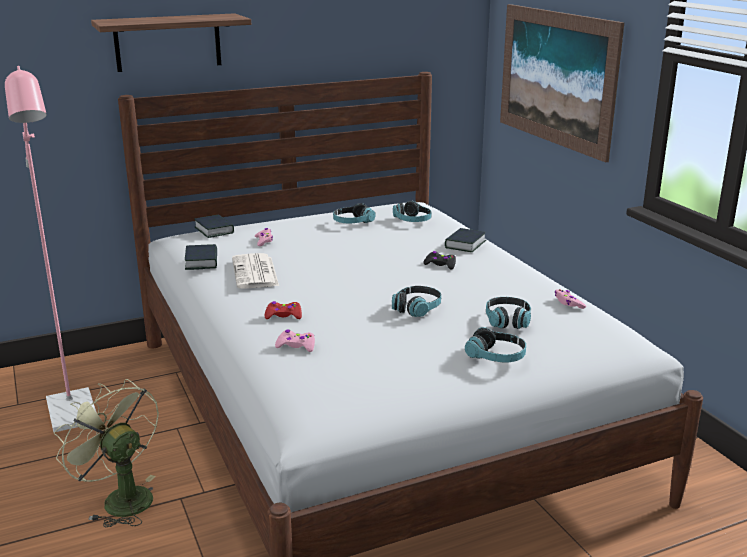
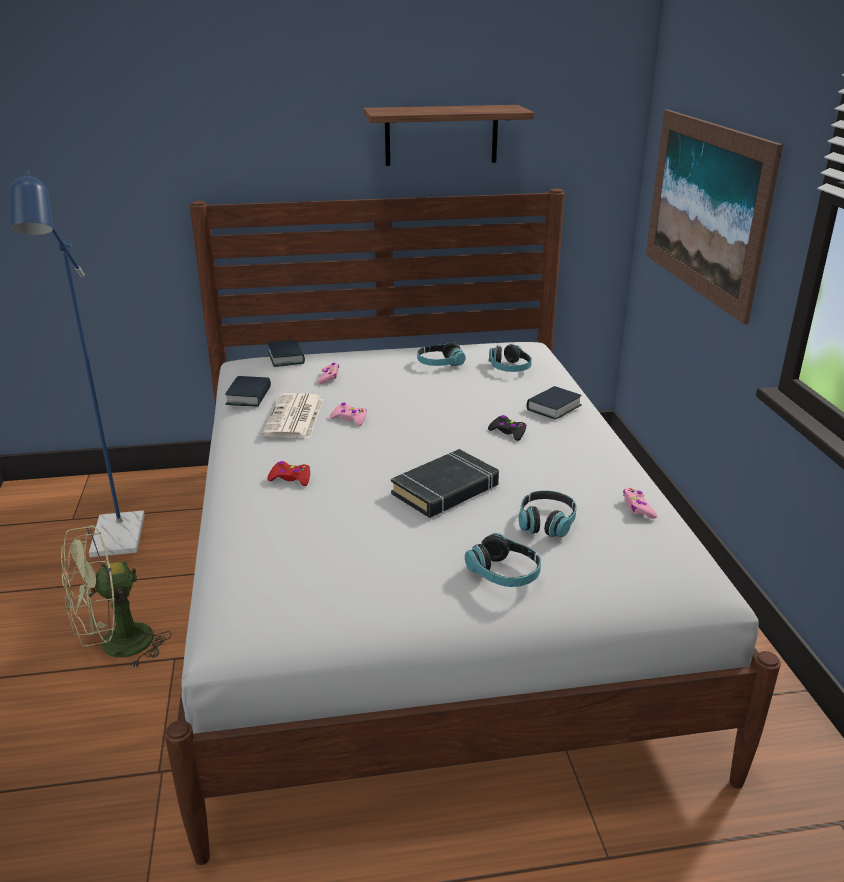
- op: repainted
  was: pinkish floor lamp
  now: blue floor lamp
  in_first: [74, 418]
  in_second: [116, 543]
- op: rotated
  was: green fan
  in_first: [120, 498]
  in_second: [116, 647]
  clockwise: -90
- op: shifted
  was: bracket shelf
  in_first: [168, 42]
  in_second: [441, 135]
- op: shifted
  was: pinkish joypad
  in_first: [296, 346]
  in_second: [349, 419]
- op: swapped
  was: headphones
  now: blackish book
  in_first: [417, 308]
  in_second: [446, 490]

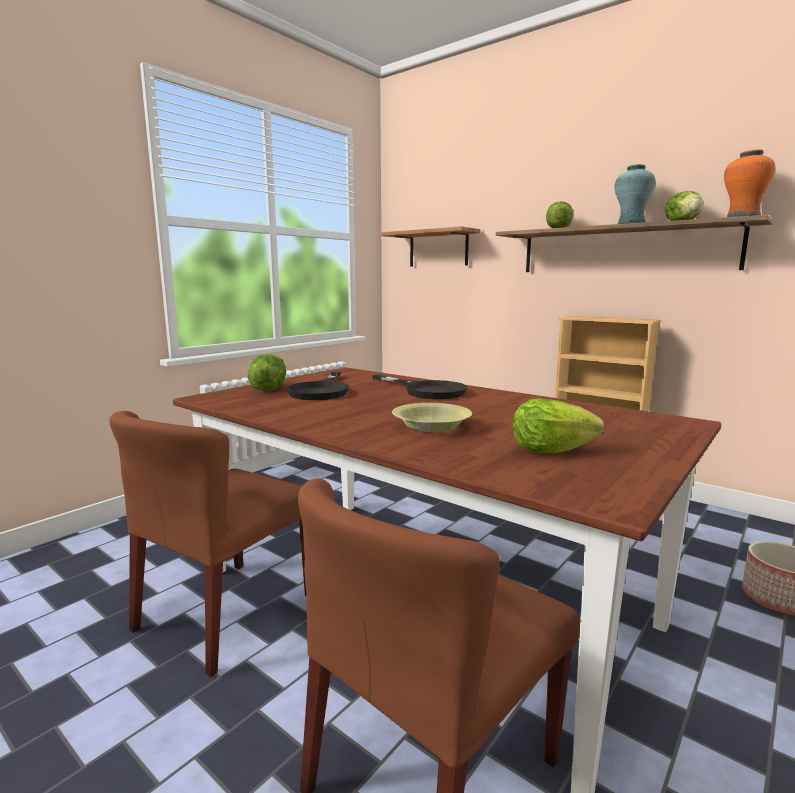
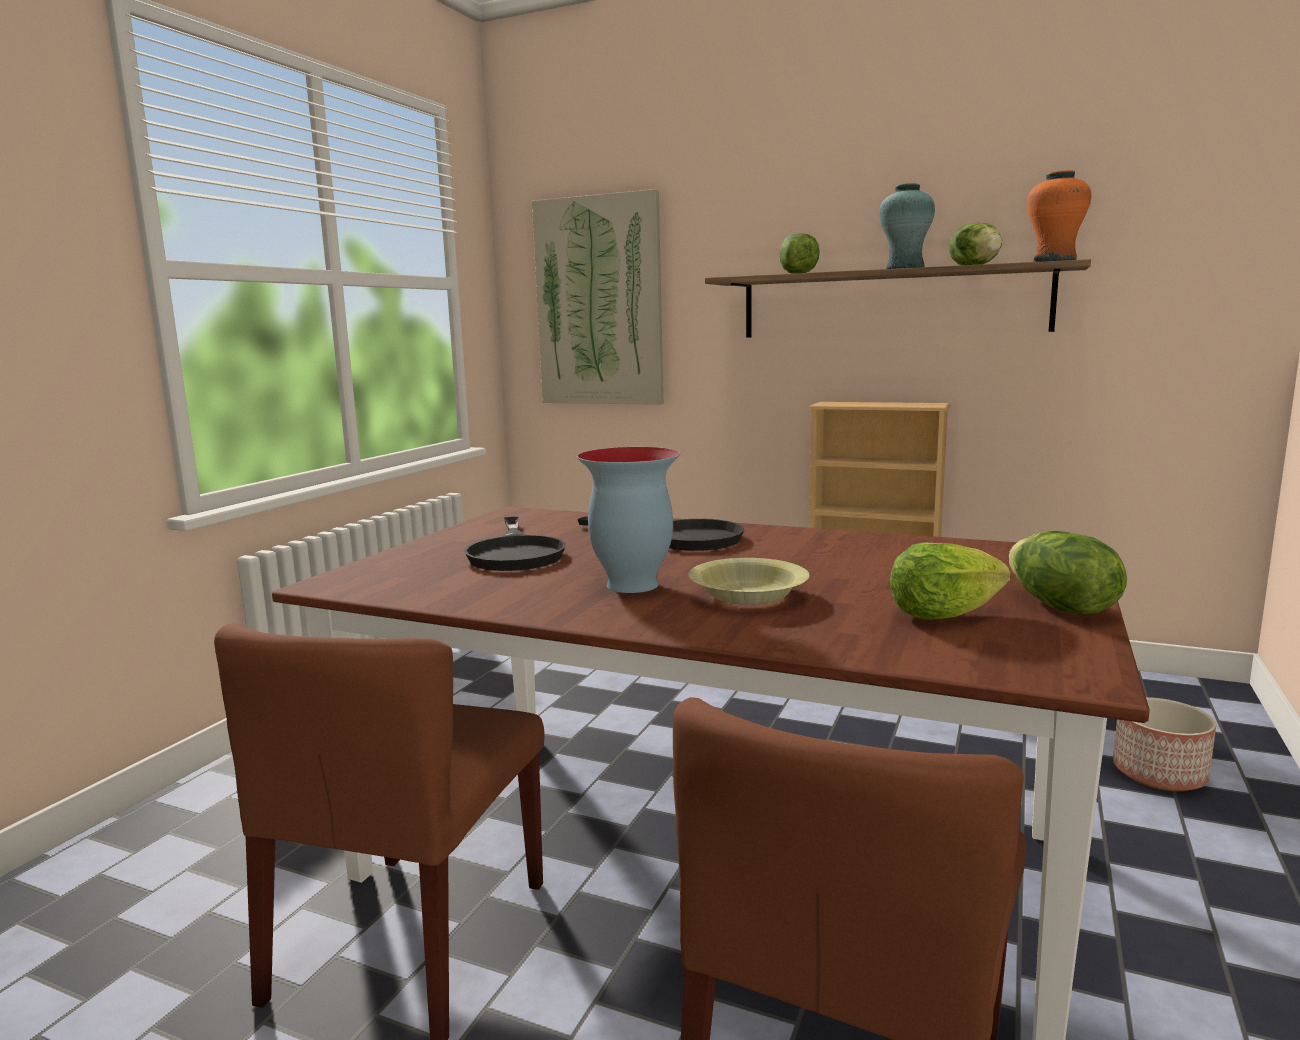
- op: shifted
  was: lettuce
  in_first: [268, 389]
  in_second: [1059, 606]
- op: swapped
  was: bracket shelf
  now: picture
  in_first: [438, 249]
  in_second: [599, 302]
- op: new
  now: vase
  in_second: [630, 585]

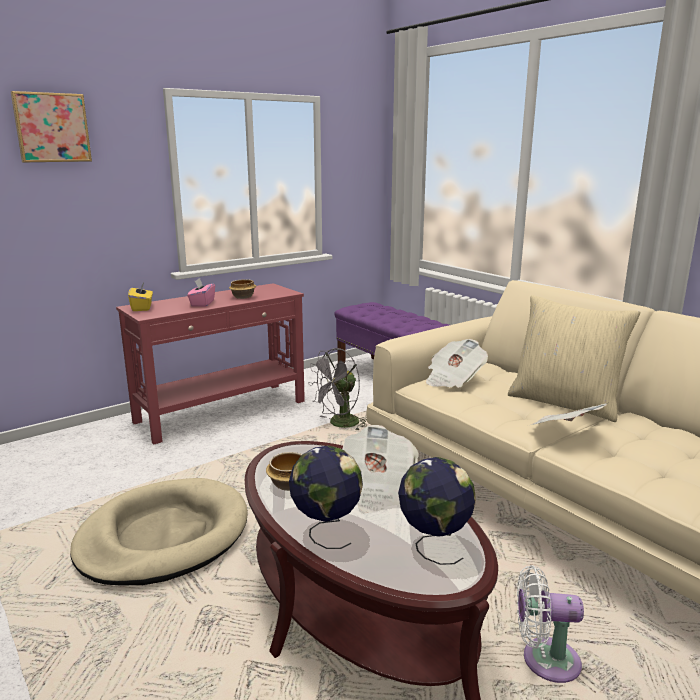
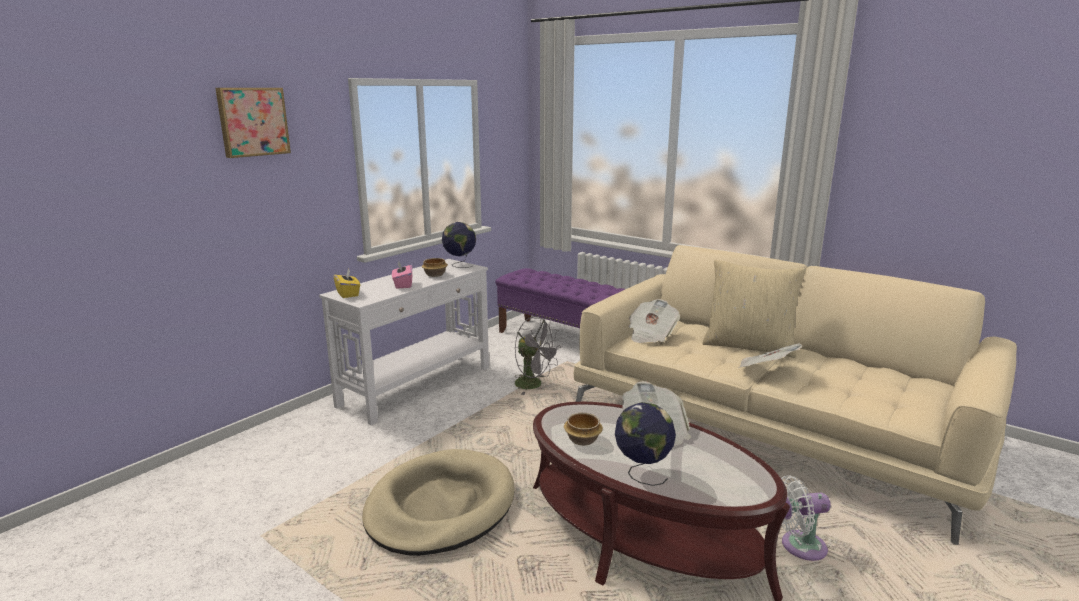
- op: repainted
  was: red console table
  now: white console table
  in_first: [223, 411]
  in_second: [417, 386]
- op: rotated
  was: grey fan
  in_first: [339, 424]
  in_second: [534, 385]
  clockwise: -90
- op: shifted
  was: world globe
  in_first: [433, 546]
  in_second: [460, 264]

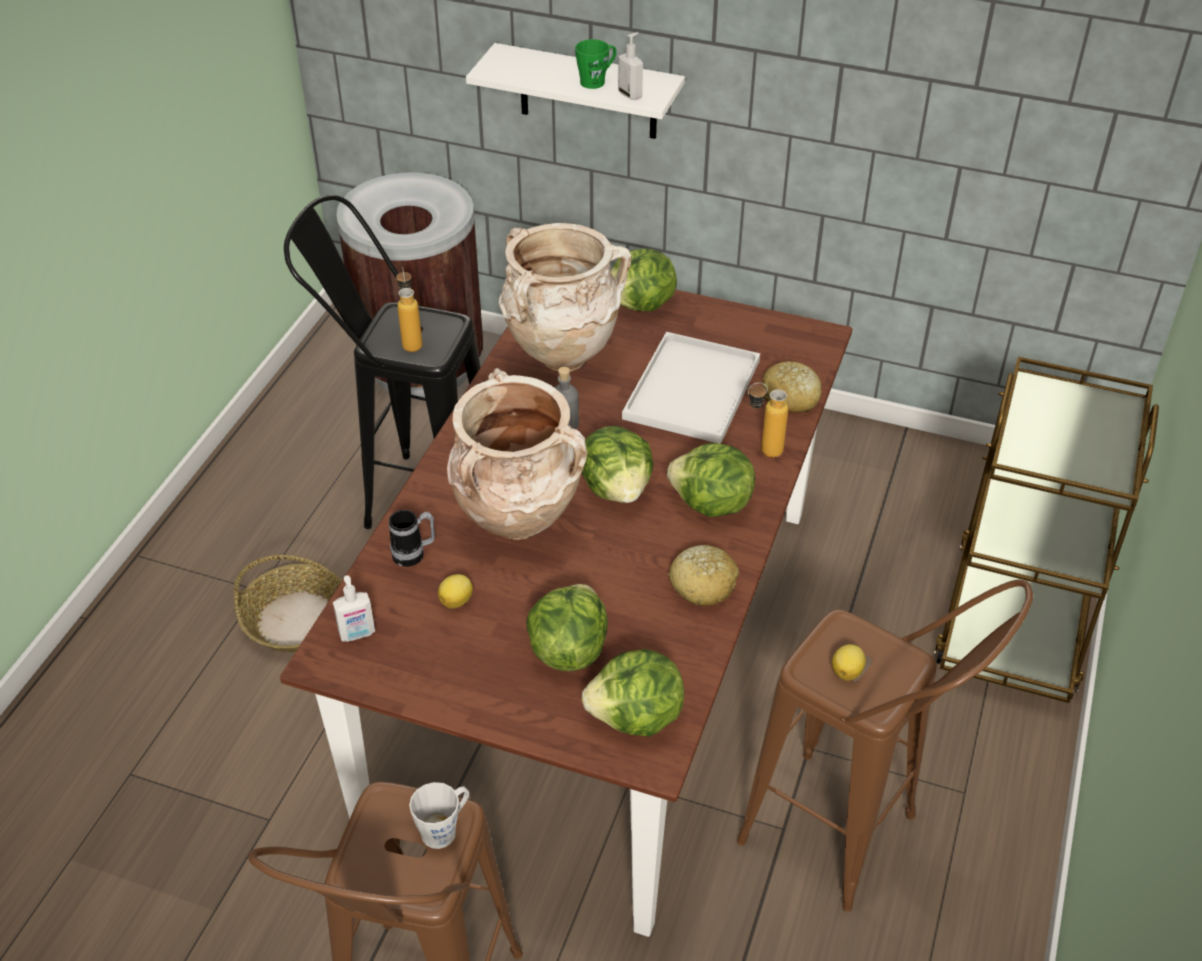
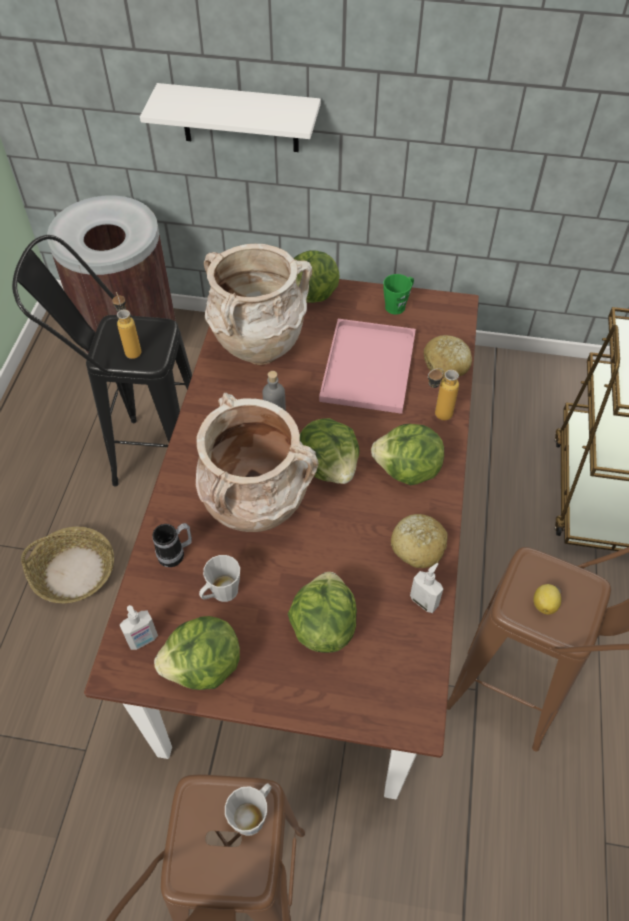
- op: swapped
  was: whole lemon
  now: grey mug
  in_first: [457, 601]
  in_second: [221, 593]
- op: shifted
  was: green mug
  in_first: [596, 81]
  in_second: [398, 305]
- op: shifted
  was: lettuce
  in_first: [636, 718]
  in_second: [204, 667]
- op: shifted
  was: soap bottle
  in_first: [630, 94]
  in_second: [424, 601]
- op: repainted
  was: white tray
  now: pinkish tray
  in_first: [691, 387]
  in_second: [367, 365]

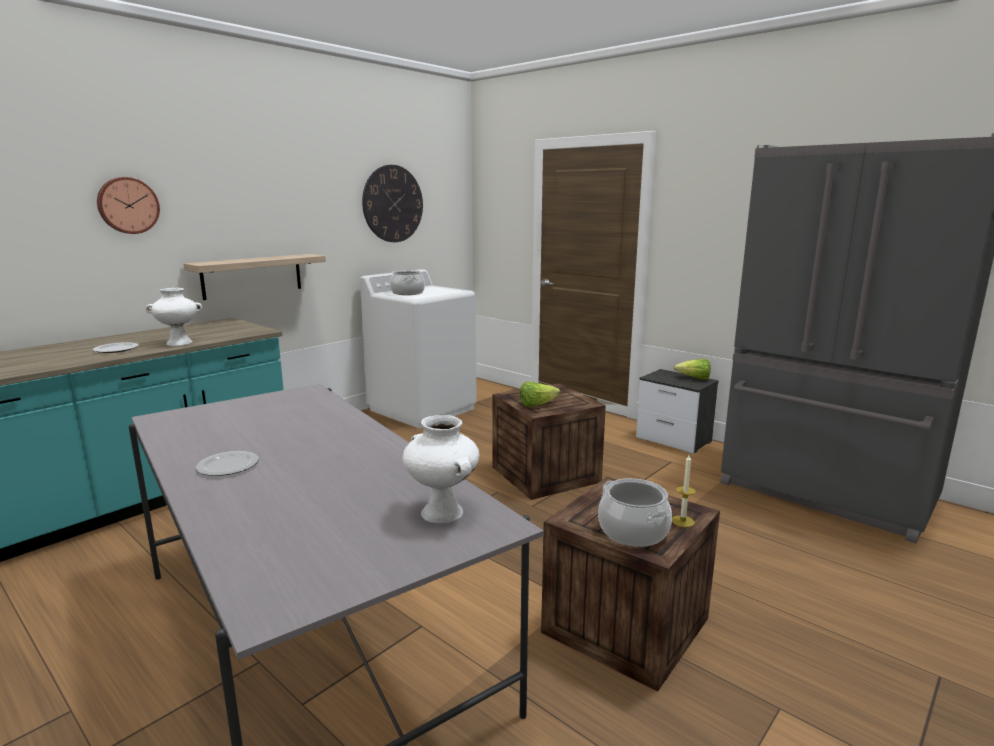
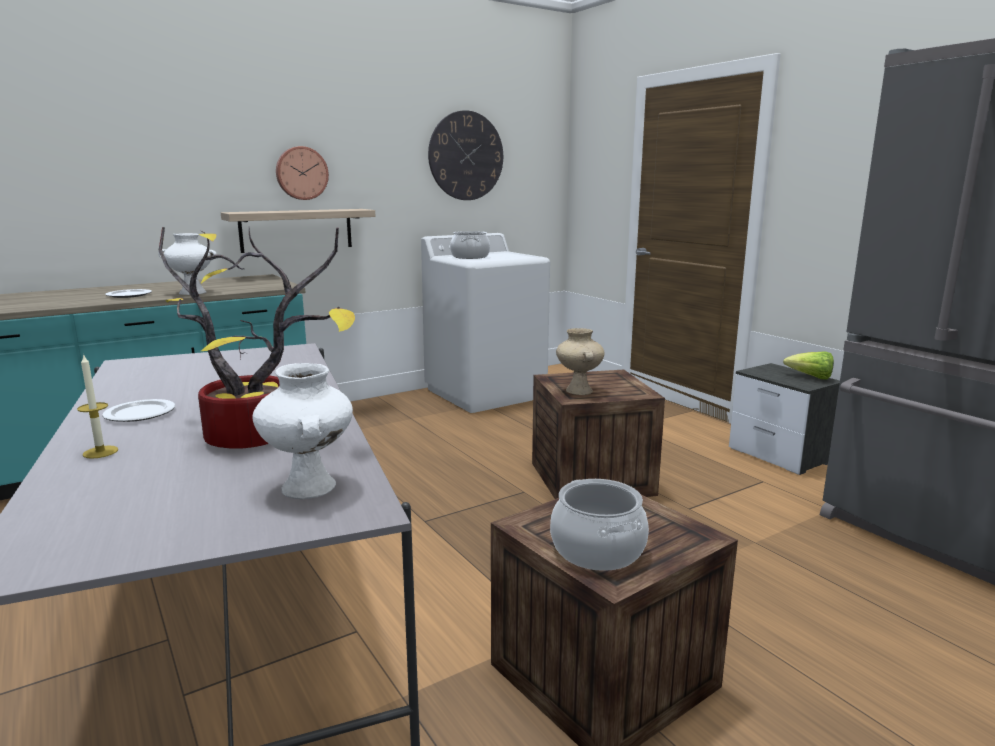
- op: shifted
  was: wall clock
  in_first: [128, 205]
  in_second: [301, 173]
- op: swapped
  was: lettuce
  now: beige vase
  in_first: [537, 405]
  in_second: [578, 390]
- op: shifted
  was: wax light
  in_first: [682, 521]
  in_second: [100, 452]
- op: new
  now: houseplant
  in_second: [258, 435]

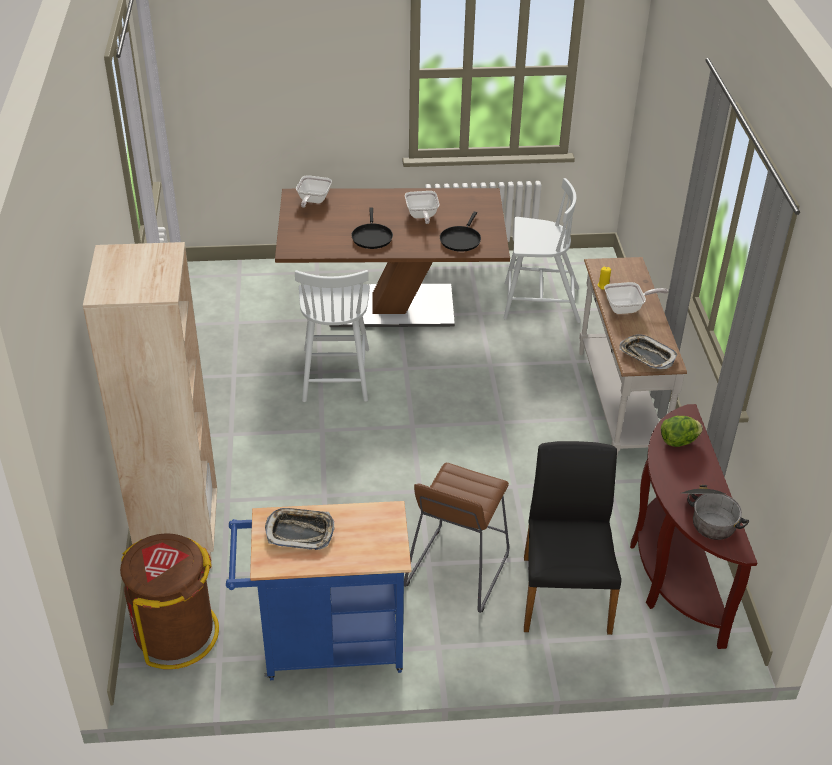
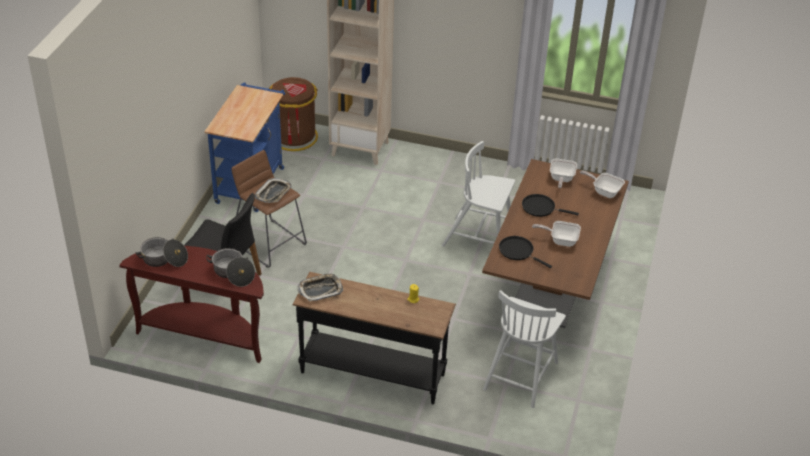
- op: shifted
  was: tray
  in_first: [300, 532]
  in_second: [273, 193]
- op: repainted
  was: white console table
  now: blackish console table
  in_first: [617, 404]
  in_second: [373, 372]
- op: shifted
  was: pan
  in_first: [627, 308]
  in_second: [561, 179]
- op: swapped
  was: lettuce
  now: stockpot
  in_first: [678, 441]
  in_second: [232, 273]

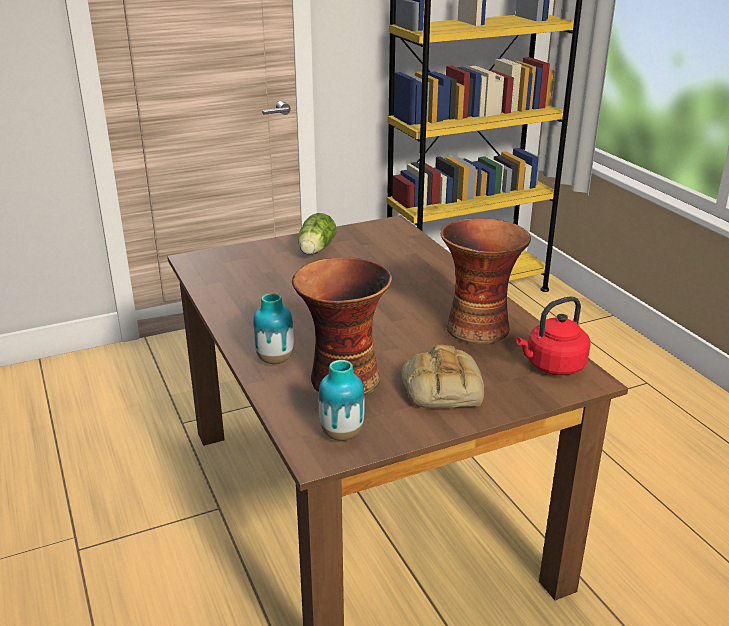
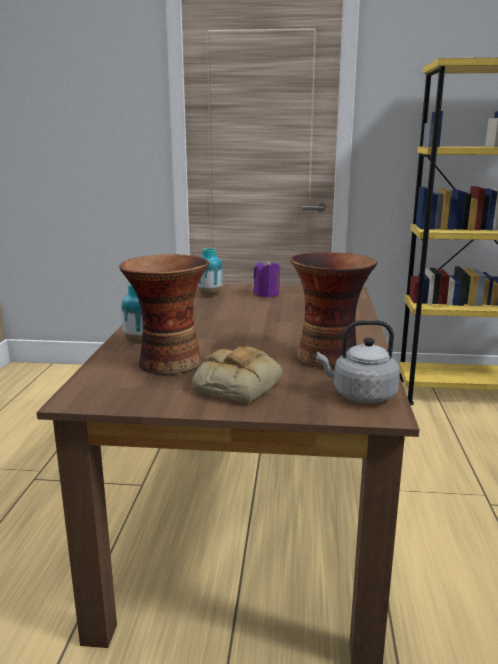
- op: swapped
  was: lettuce
  now: purple wax light
  in_first: [315, 250]
  in_second: [266, 294]
- op: shifted
  was: vase
  in_first: [342, 434]
  in_second: [210, 294]
- op: repainted
  was: red kettle
  now: grey kettle
  in_first: [552, 366]
  in_second: [360, 395]

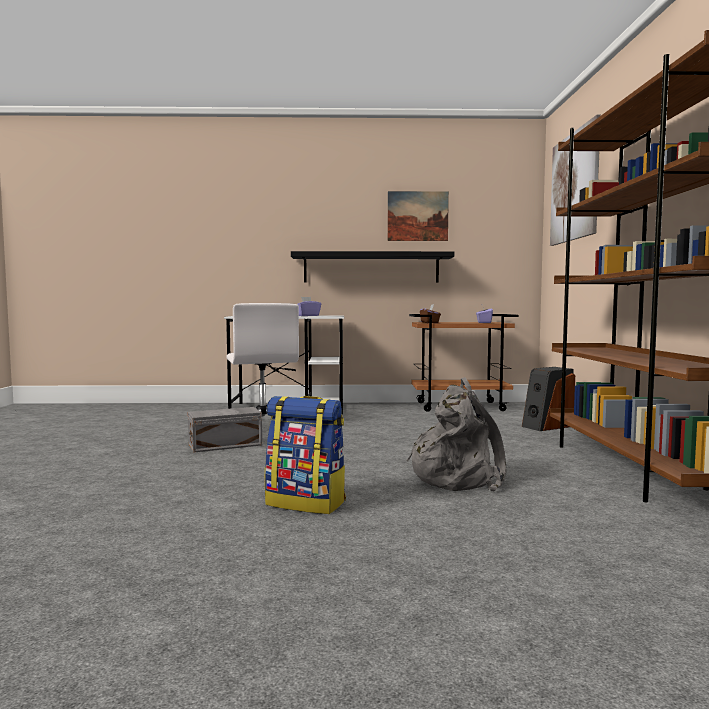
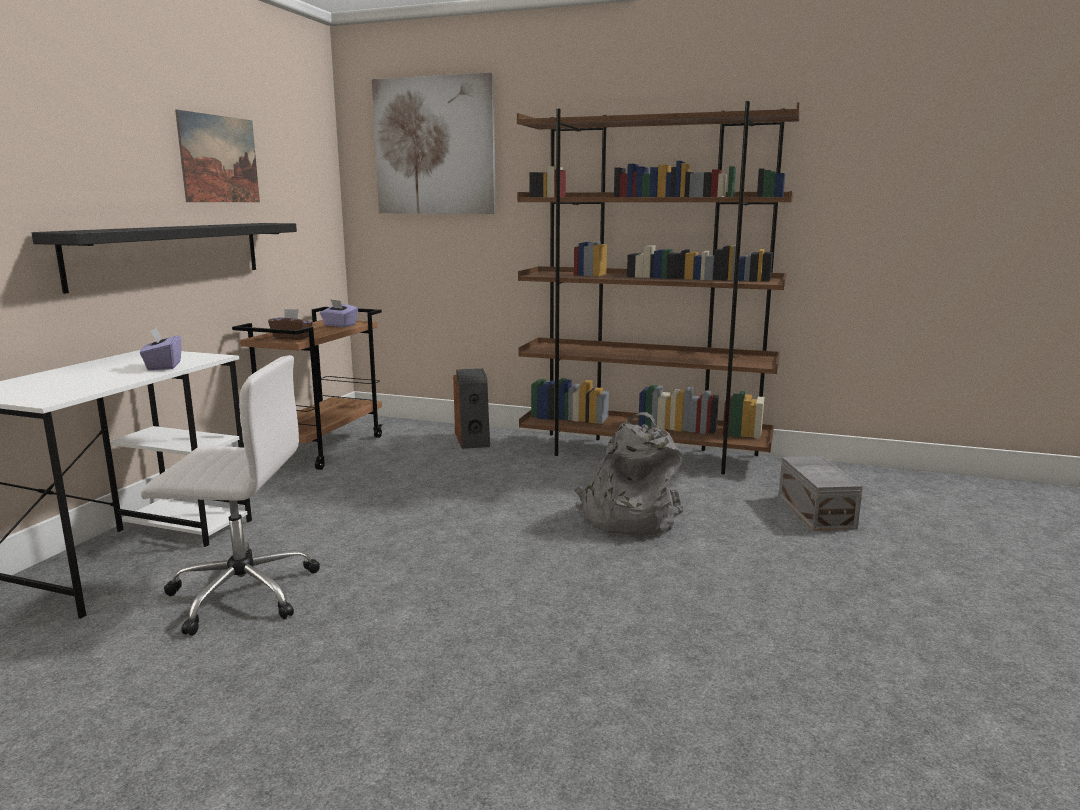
- op: shifted
  was: grey storage box
  in_first: [226, 445]
  in_second: [816, 511]
- op: gone
  was: backpack
  in_first: [307, 503]

